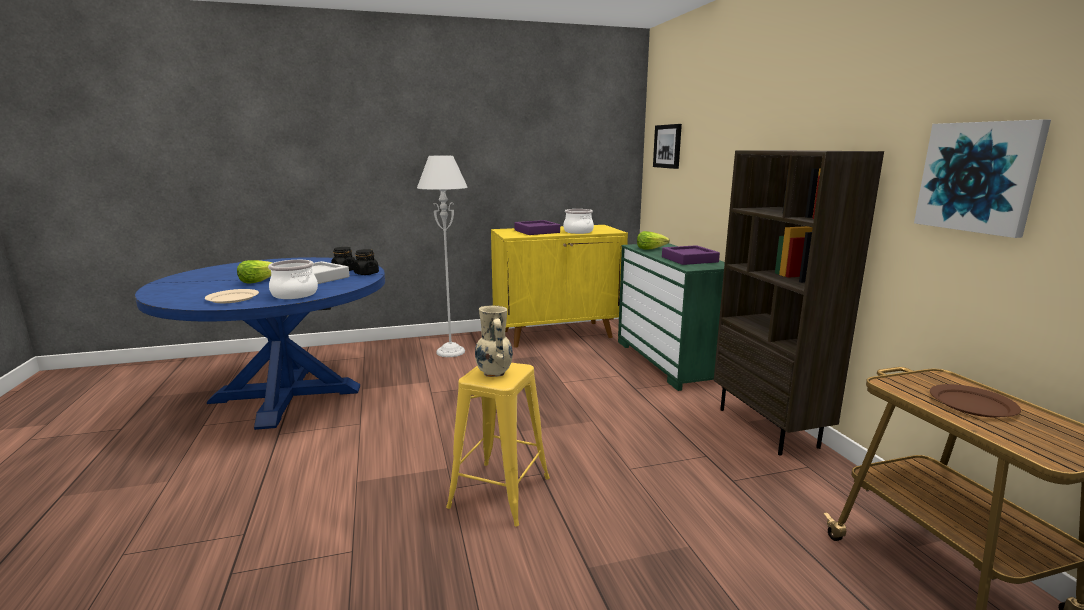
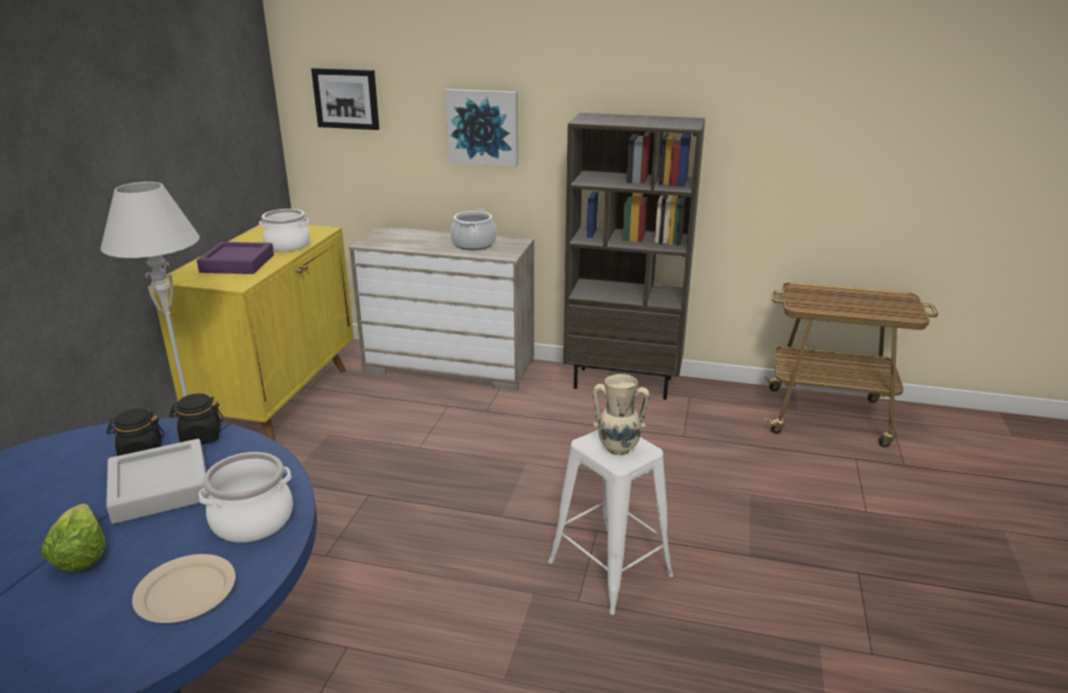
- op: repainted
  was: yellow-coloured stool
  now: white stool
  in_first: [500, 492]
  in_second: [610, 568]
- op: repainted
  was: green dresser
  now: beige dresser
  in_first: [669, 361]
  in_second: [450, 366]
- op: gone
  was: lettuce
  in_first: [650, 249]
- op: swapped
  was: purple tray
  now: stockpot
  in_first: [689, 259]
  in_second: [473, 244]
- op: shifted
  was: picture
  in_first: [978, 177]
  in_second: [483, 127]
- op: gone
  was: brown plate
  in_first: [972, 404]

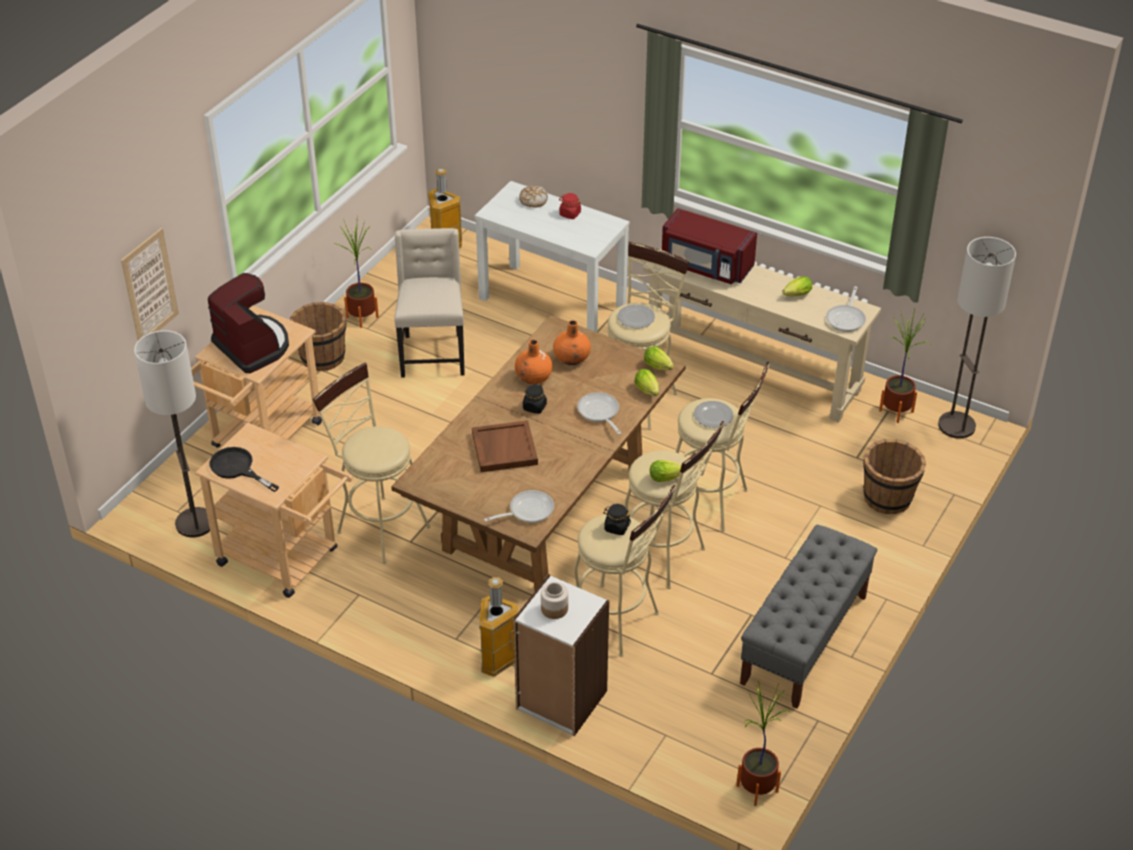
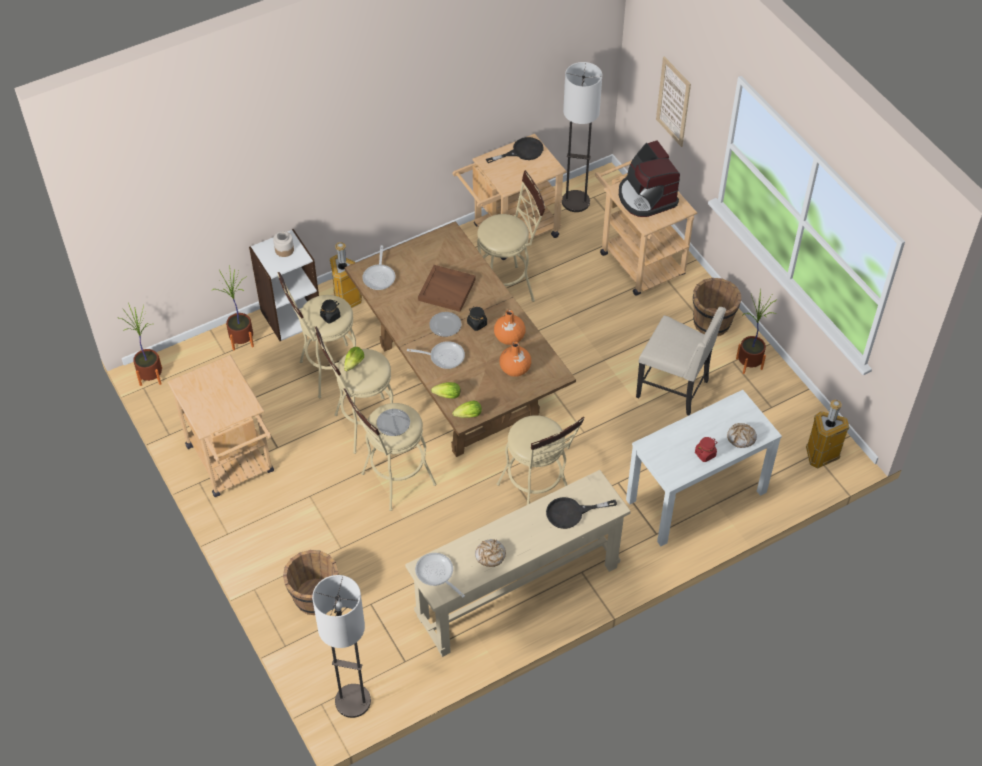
- op: rotated
  was: coffee maker
  in_first: [253, 346]
  in_second: [646, 197]
  clockwise: 75
- op: shifted
  was: plate
  in_first: [636, 318]
  in_second: [445, 325]
- op: swapped
  was: red microwave
  now: blackish pan
  in_first: [706, 266]
  in_second: [571, 513]
- op: swapped
  was: grey indoor bench
  now: beige cart
  in_first: [804, 640]
  in_second: [233, 464]
- op: swapped
  was: lettuce
  now: bread
  in_first: [796, 295]
  in_second: [490, 555]
- op: shifted
  was: houseplant
  in_first: [896, 411]
  in_second: [242, 340]

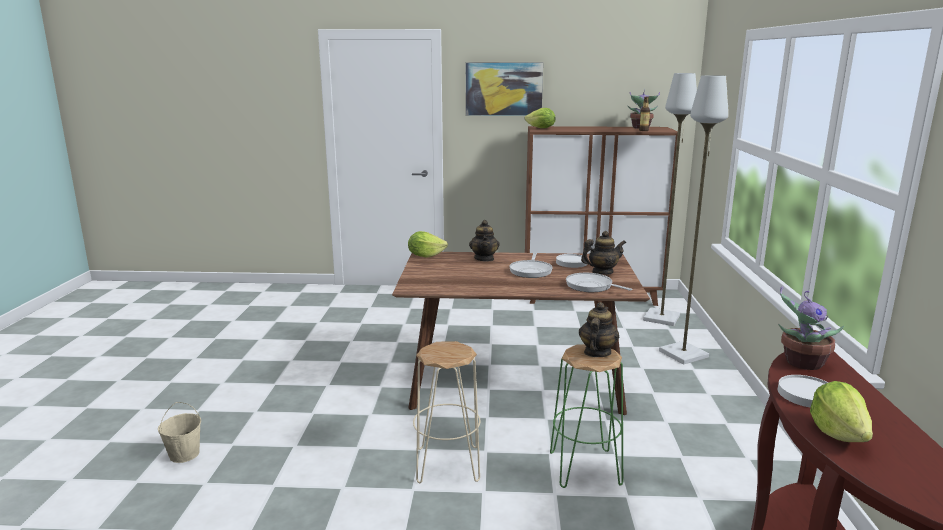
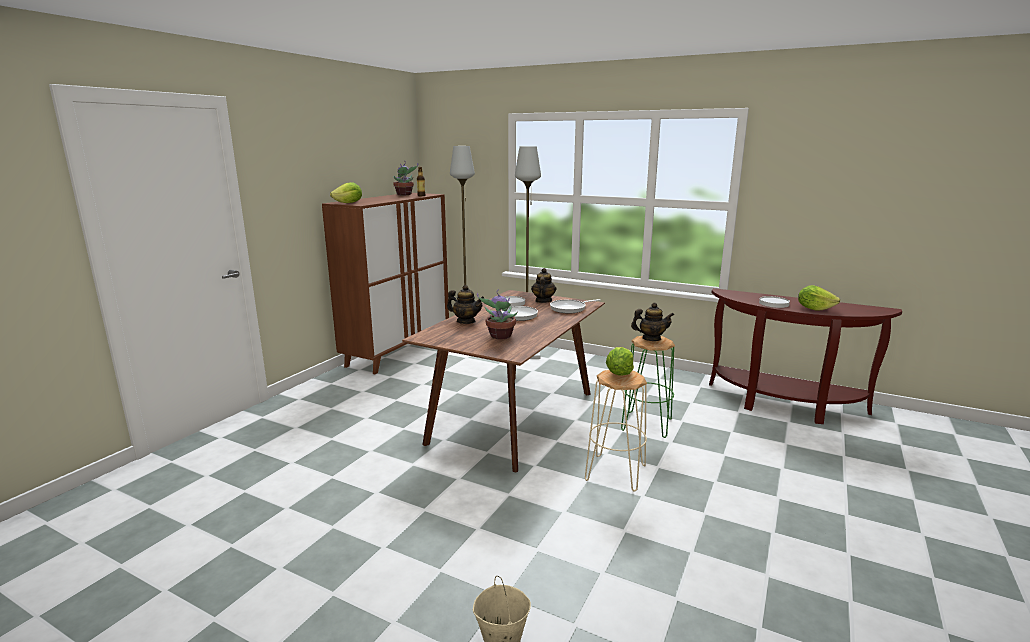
- op: shifted
  was: lettuce
  in_first: [425, 256]
  in_second: [619, 373]
- op: gone
  was: picture
  in_first: [503, 89]
- op: rotated
  was: teapot
  in_first: [597, 352]
  in_second: [651, 339]
  clockwise: 135
- op: shifted
  was: houseplant
  in_first: [801, 363]
  in_second: [499, 336]

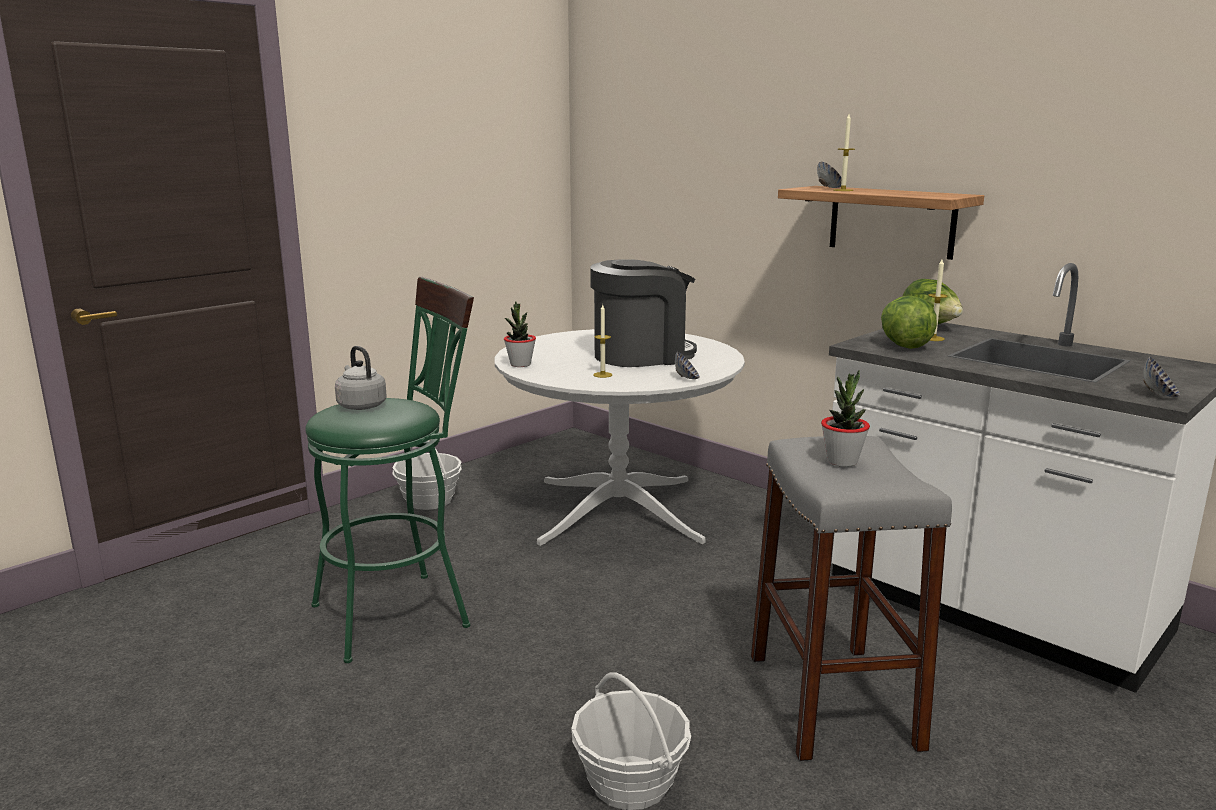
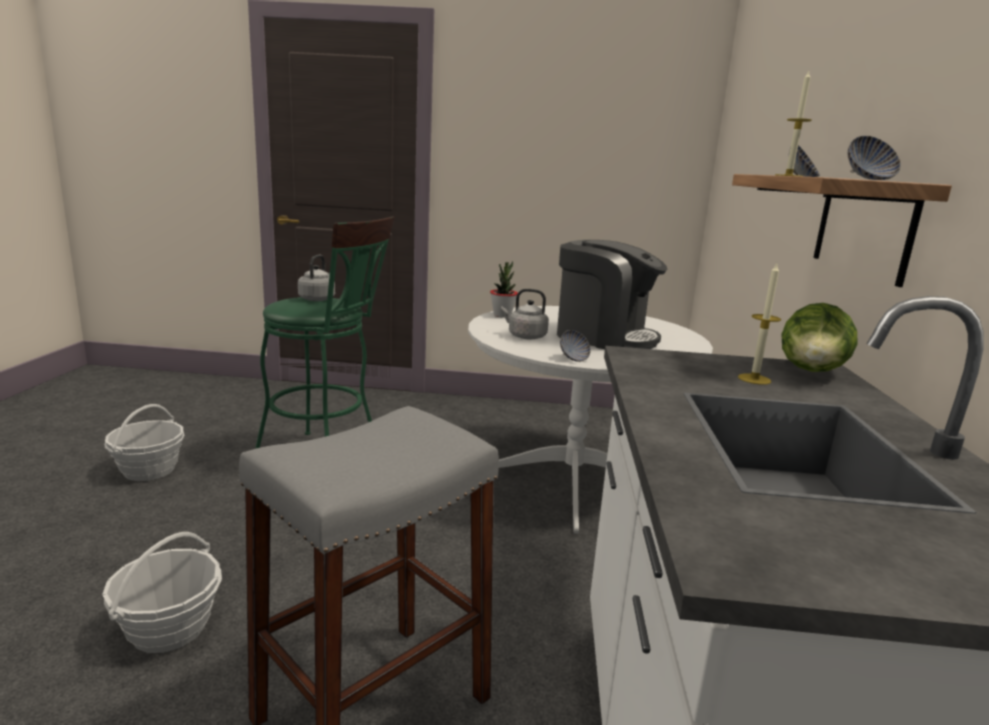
- op: shifted
  was: household basket
  in_first: [429, 500]
  in_second: [149, 470]
- op: swapped
  was: wax light
  now: grey kettle
  in_first: [602, 375]
  in_second: [525, 336]
- op: gone
  was: houseplant
  in_first: [842, 461]
- op: gone
  was: lettuce
  in_first: [903, 345]
- op: shifted
  was: deep dish
  in_first: [1159, 394]
  in_second: [868, 179]

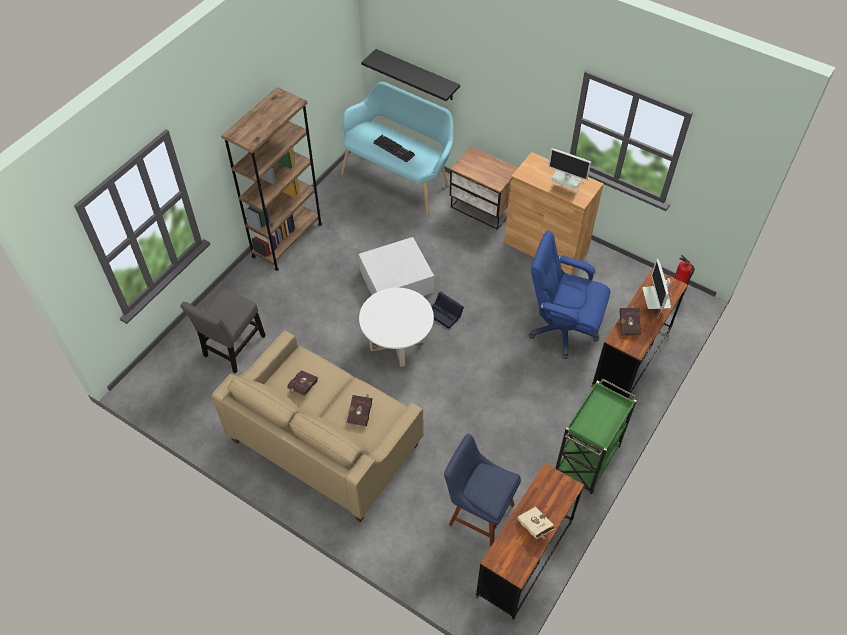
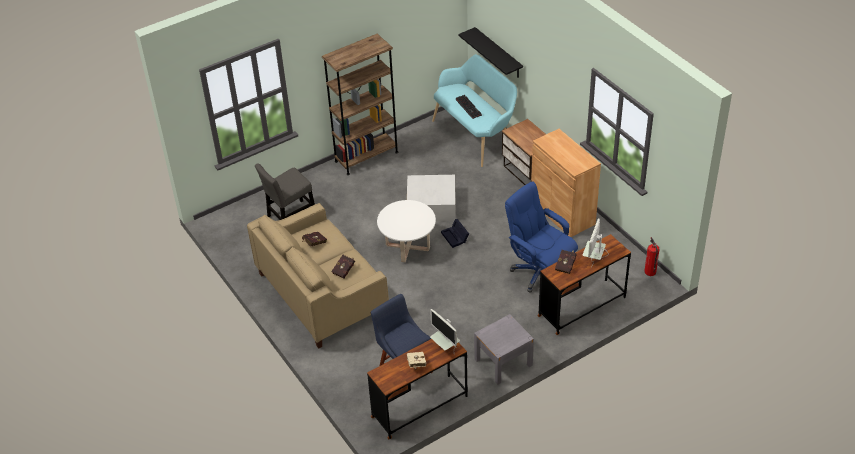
- op: shifted
  was: computer display
  in_first: [565, 187]
  in_second: [446, 347]
- op: swapped
  was: green cart
  now: grey bedside table
  in_first: [586, 461]
  in_second: [503, 362]

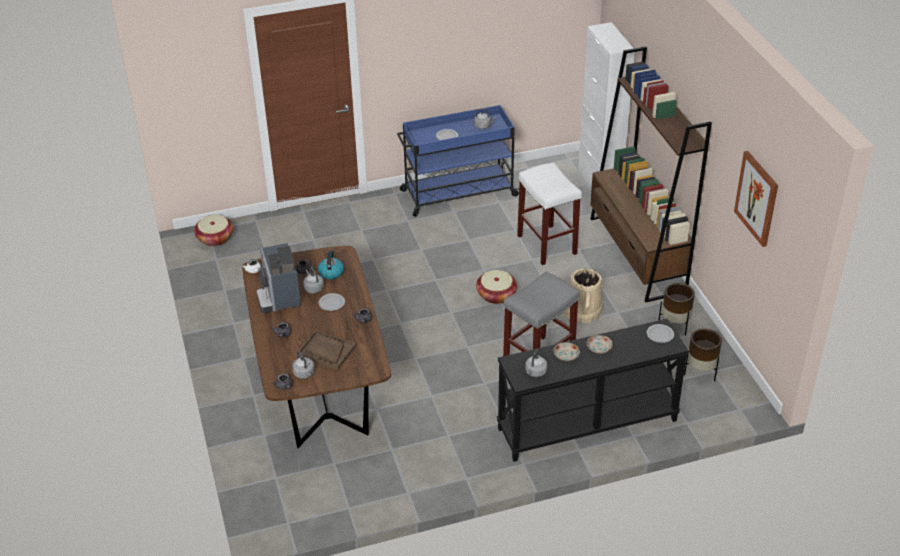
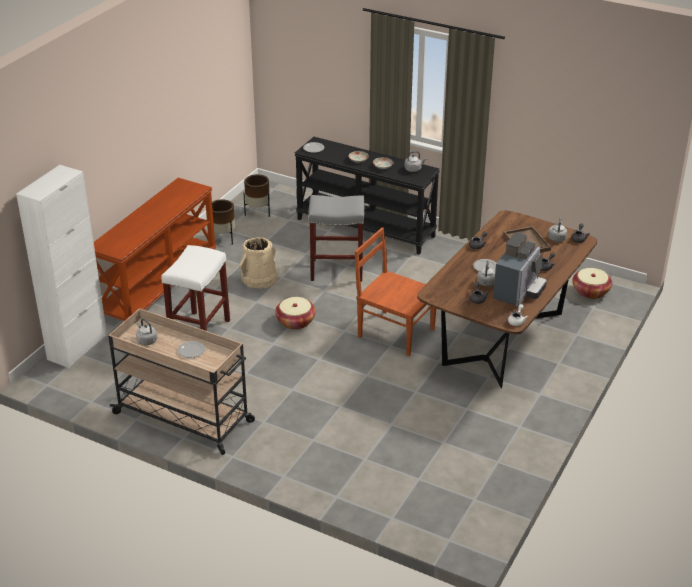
- op: shifted
  was: household basket
  in_first: [215, 238]
  in_second: [590, 291]
- op: gone
  was: kettle
  in_first: [331, 272]
- op: repainted
  was: blue cart
  now: beige cart
  in_first: [457, 193]
  in_second: [185, 418]
- op: swapped
  was: brown bookcase
  now: brown console table
  in_first: [637, 255]
  in_second: [158, 286]
- op: gone
  was: picture
  in_first: [757, 198]
- op: new
  now: brown plain chair
  in_second: [394, 332]

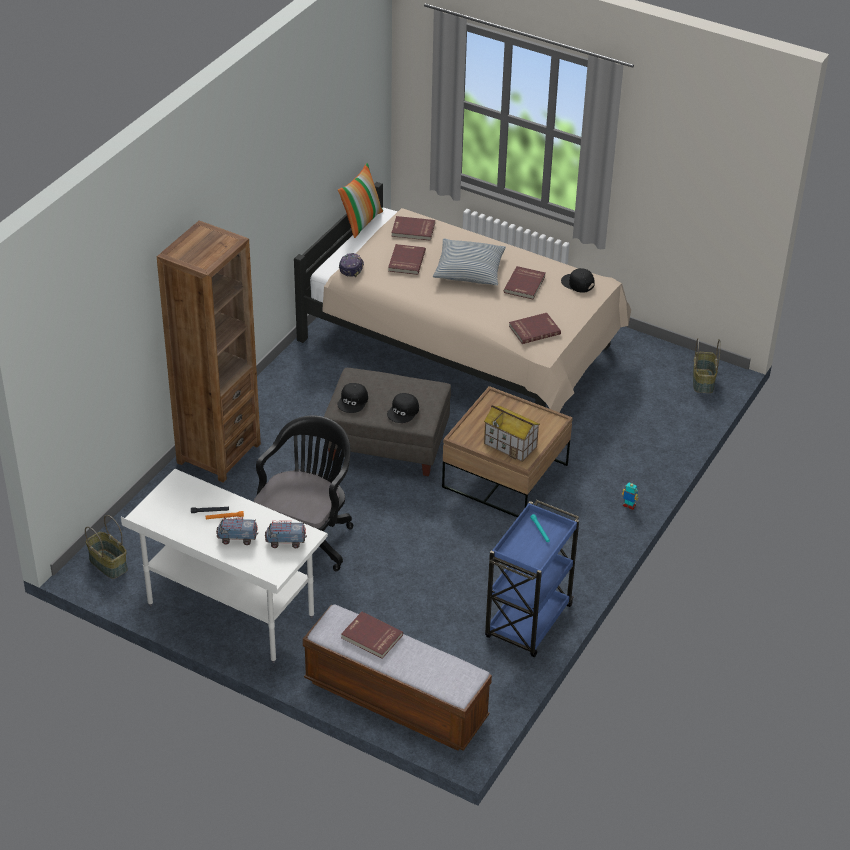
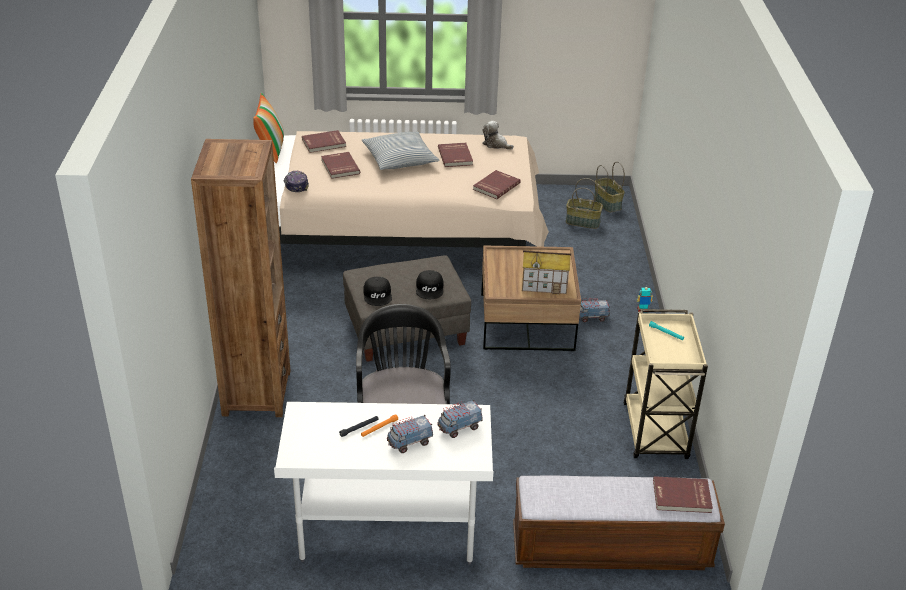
- op: shifted
  was: household basket
  in_first: [109, 564]
  in_second: [583, 222]
- op: shifted
  was: red book
  in_first: [371, 637]
  in_second: [682, 497]
- op: repainted
  was: blue cart
  now: beige cart
  in_first: [528, 623]
  in_second: [655, 432]
- op: swapped
  was: blackish cap
  now: plush toy
  in_first: [577, 283]
  in_second: [496, 144]
- op: new
  now: toy lorry
  in_second: [591, 317]

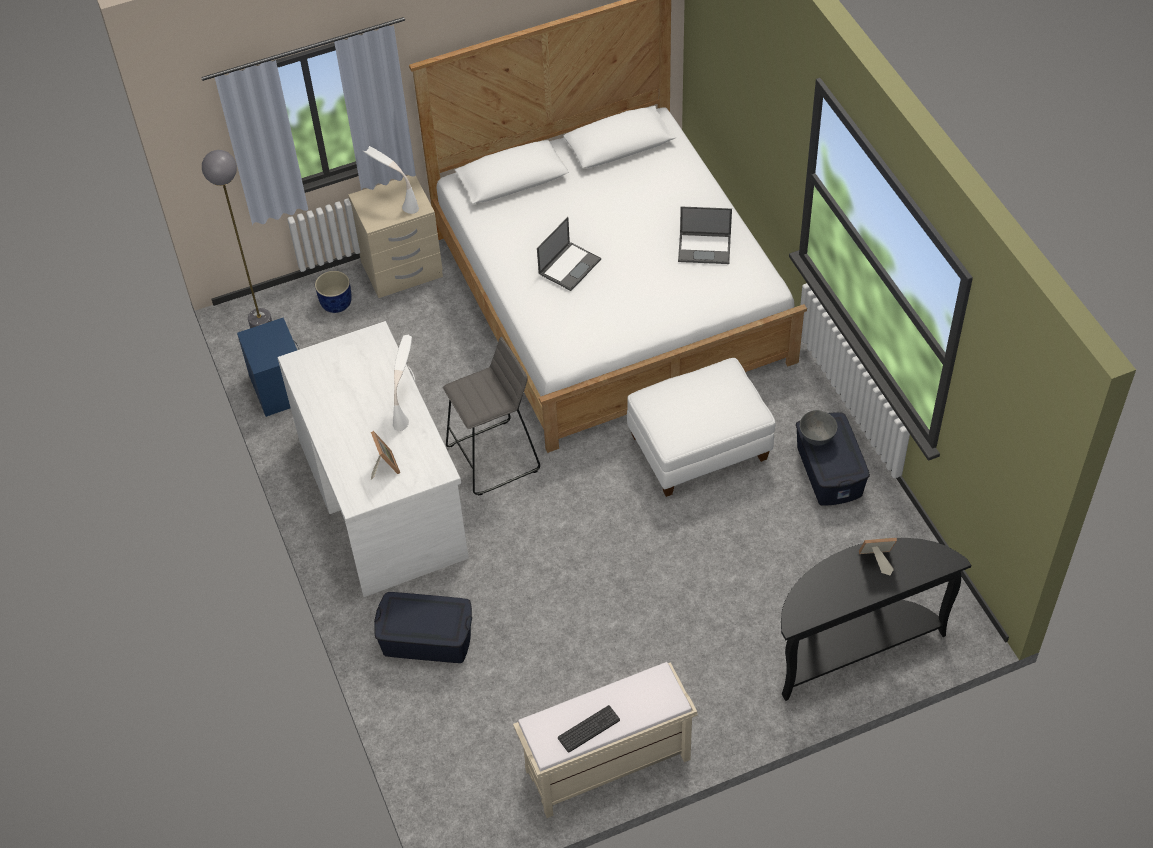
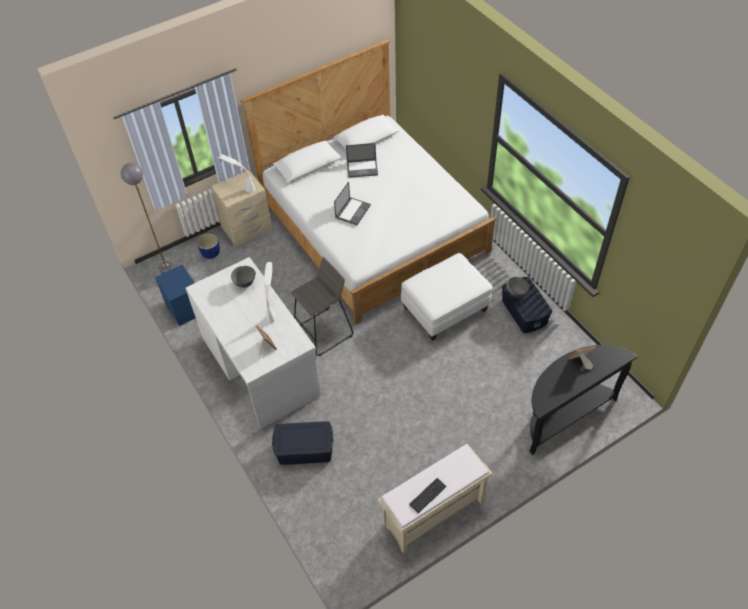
- op: shifted
  was: portable computer
  in_first: [705, 248]
  in_second: [362, 168]
- op: new
  now: grey deep dish
  in_second: [245, 283]

